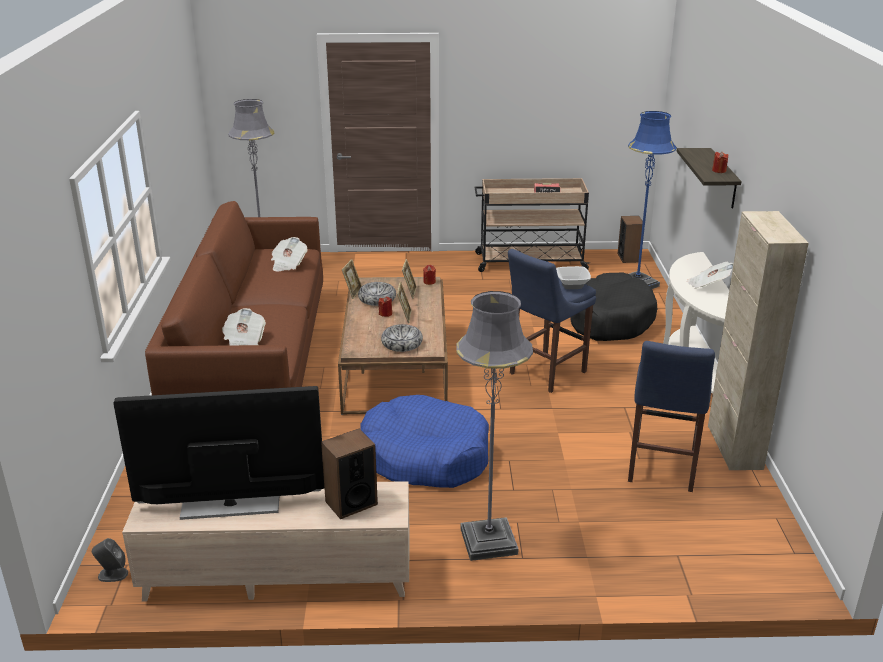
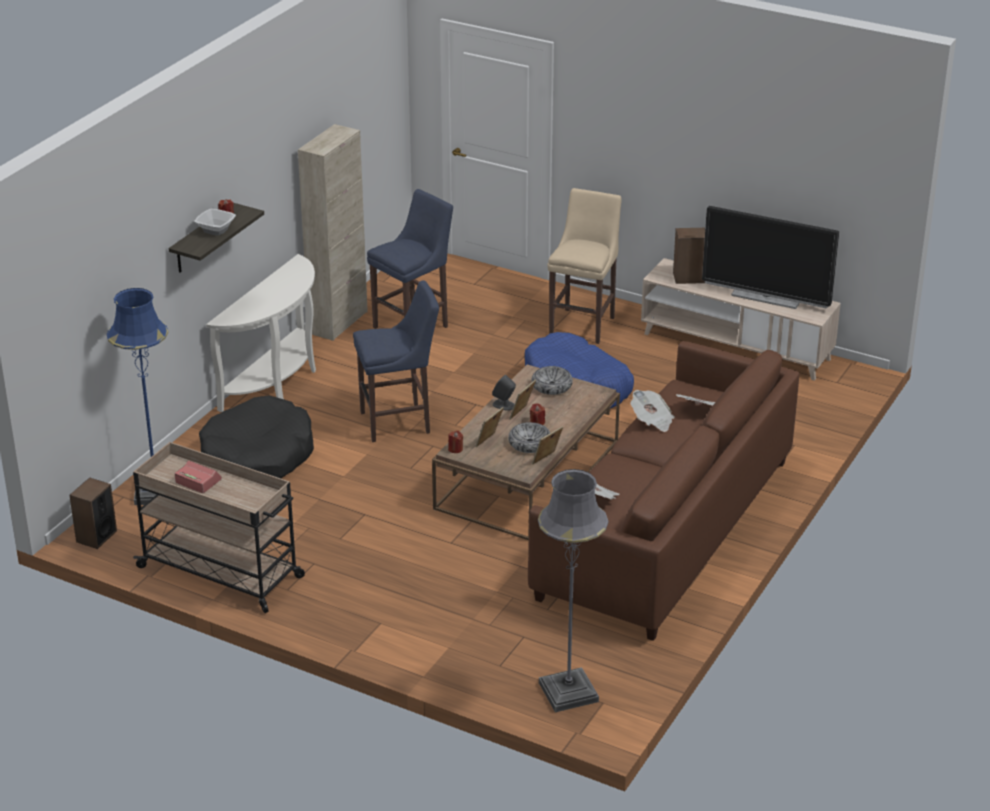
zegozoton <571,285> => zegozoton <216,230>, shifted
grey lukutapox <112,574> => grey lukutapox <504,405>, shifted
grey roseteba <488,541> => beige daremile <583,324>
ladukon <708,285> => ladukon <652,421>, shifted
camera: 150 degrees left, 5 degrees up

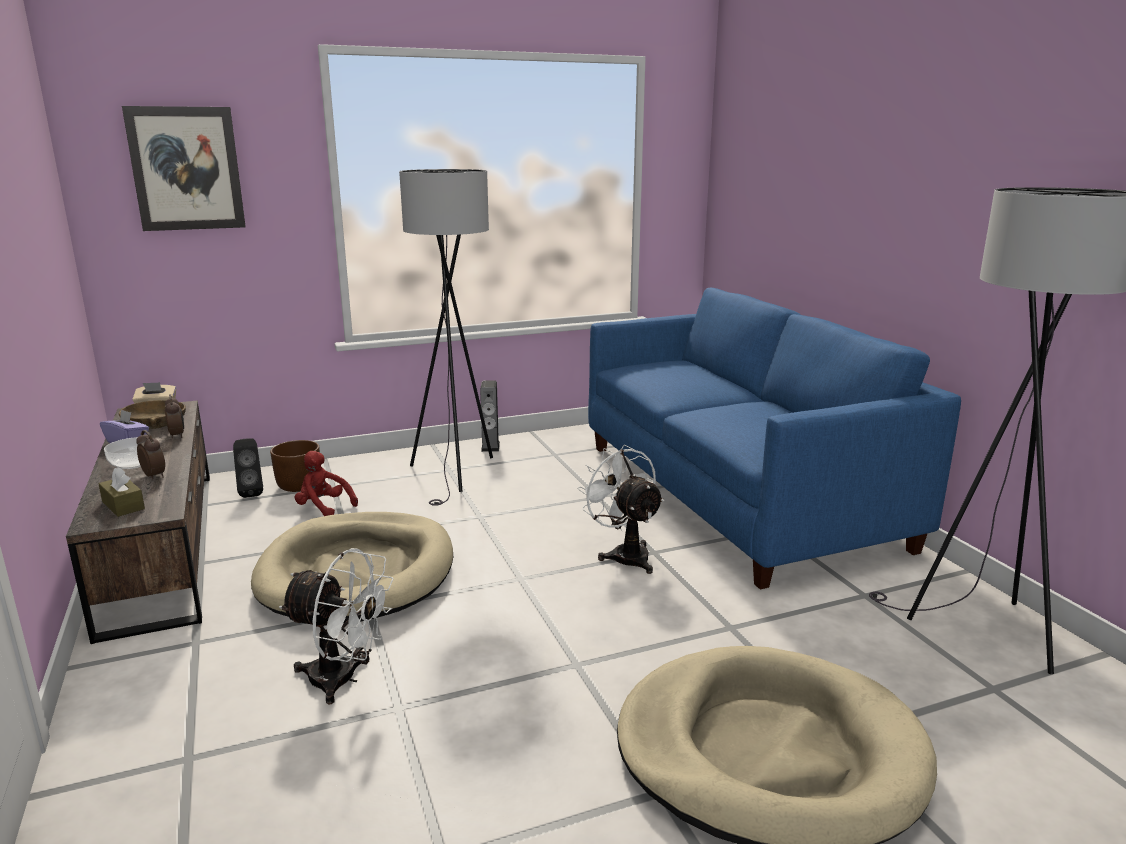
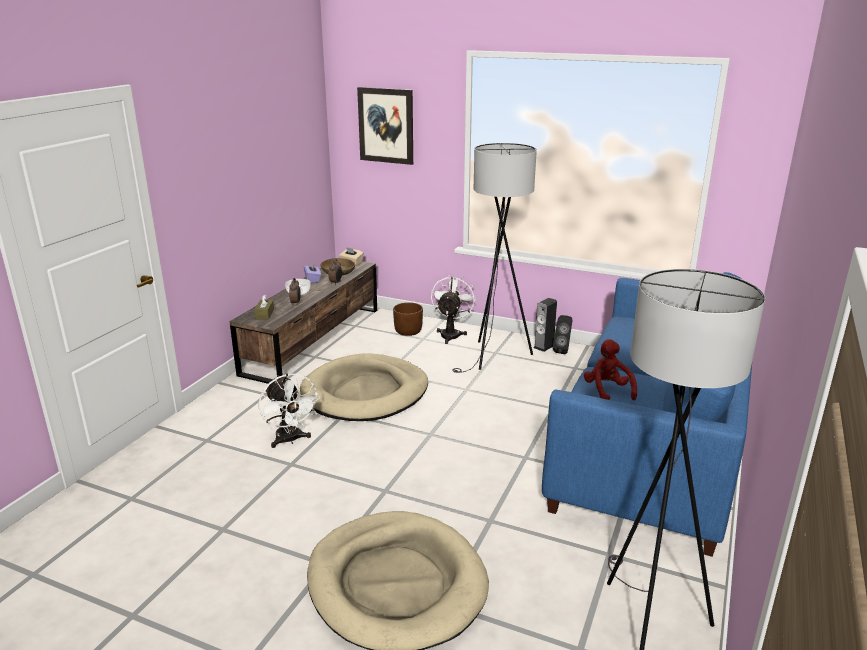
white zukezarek <624,554> => white zukezarek <451,334>, shifted
black lukutapox <251,492> => black lukutapox <562,350>, shifted
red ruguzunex <323,508> => red ruguzunex <607,391>, shifted
camera: 45 degrees right, 5 degrees up

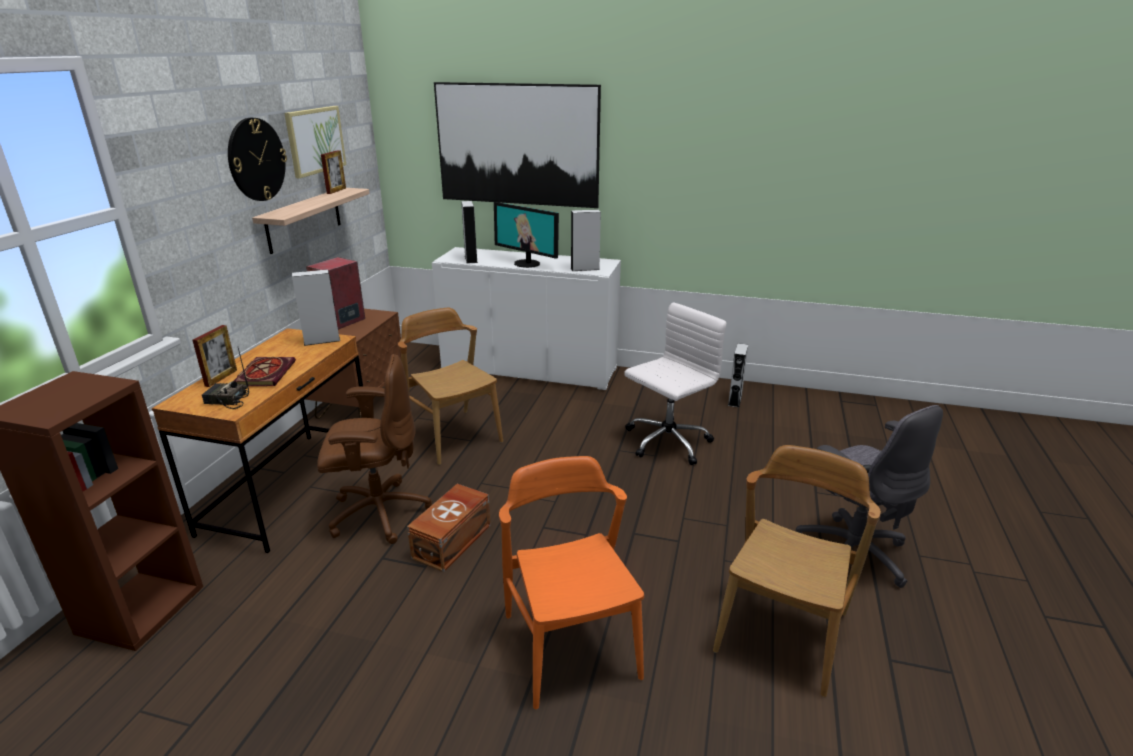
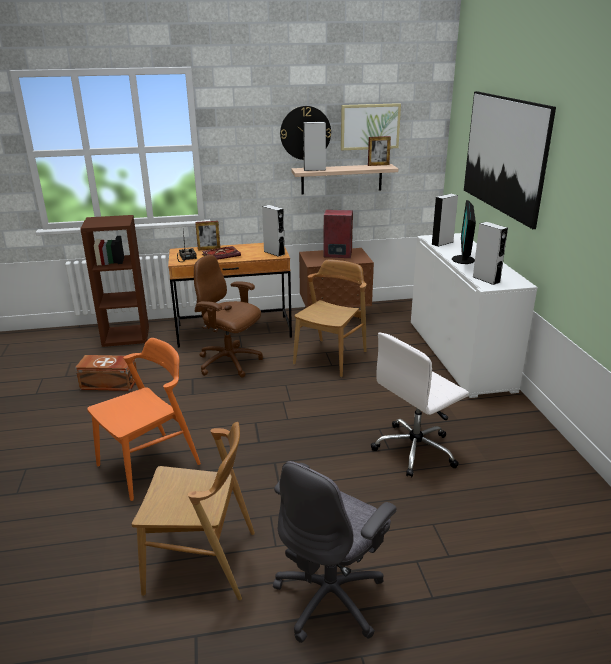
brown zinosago <453,541> => brown zinosago <109,383>, shifted
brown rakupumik <378,513> => brown rakupumik <230,363>, 150 degrees clockwise
grey lukutapox <735,400> => grey lukutapox <314,169>, shifted
white rakupumik <666,442> => white rakupumik <416,450>, 120 degrees clockwise
camera: 65 degrees right, 0 degrees up

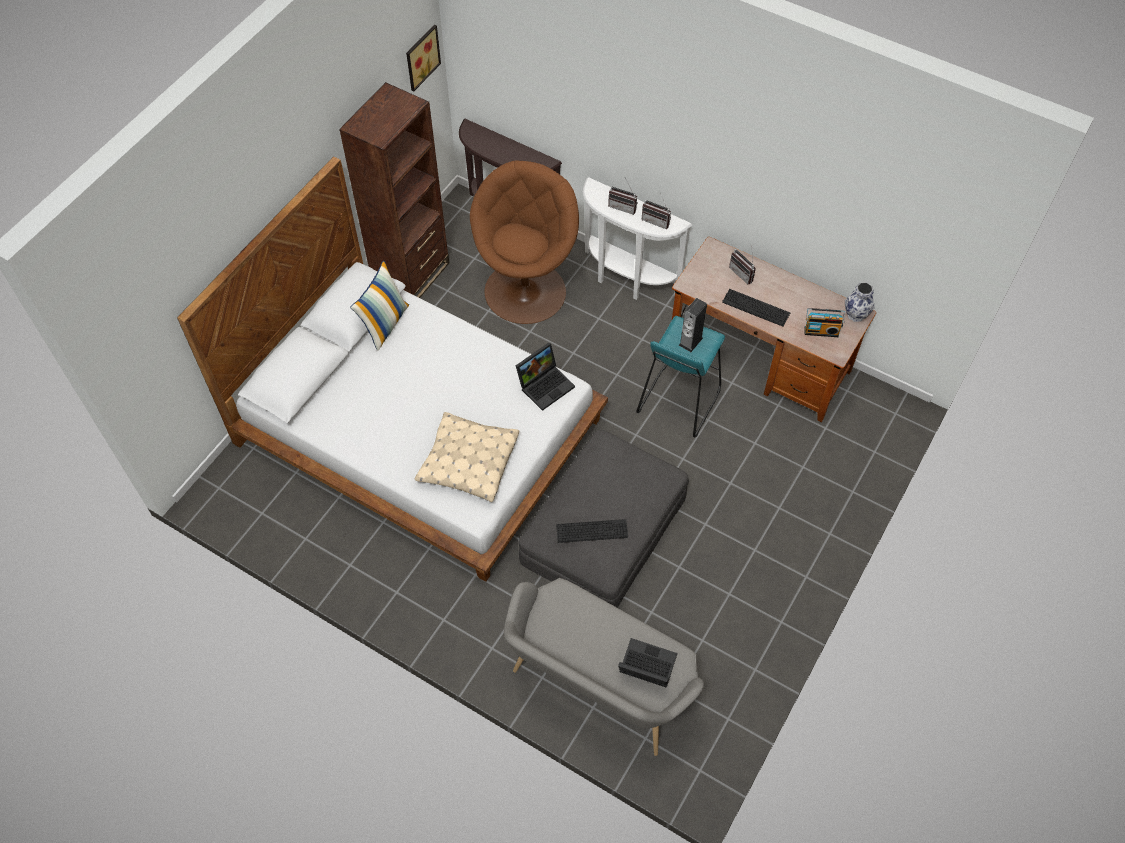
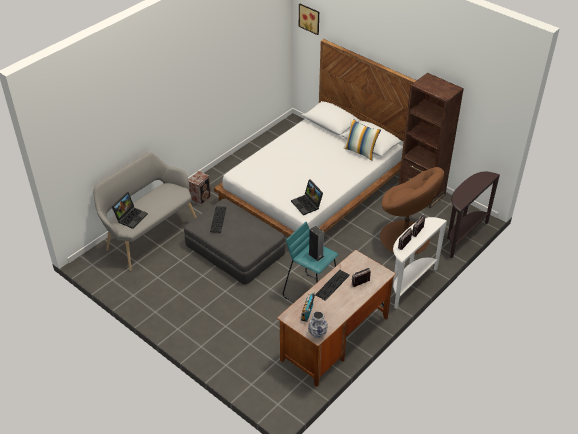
nothing => lukutapox <201,198>
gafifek <421,57> => gafifek <310,18>, shifted
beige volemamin <468,462> => nothing
camera: 100 degrees right, 15 degrees down

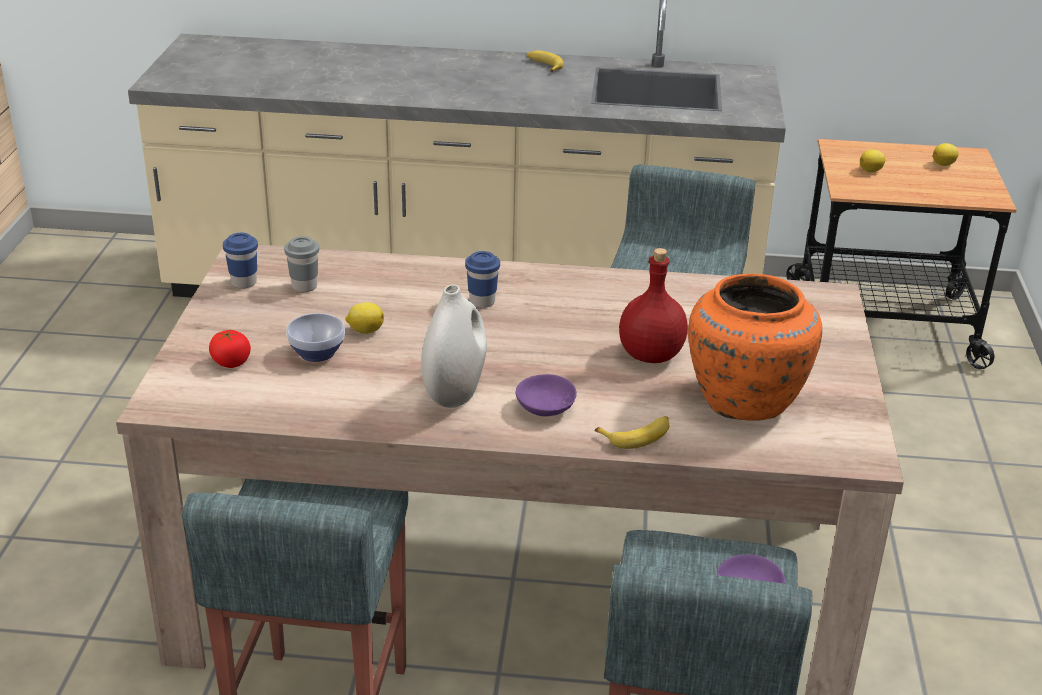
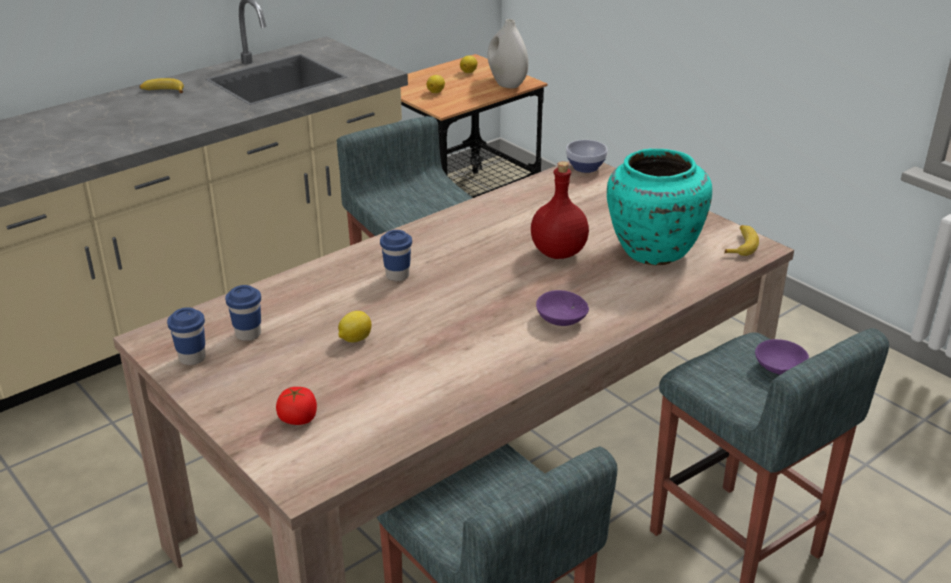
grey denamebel <304,286> => blue denamebel <248,334>
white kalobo <454,392> => white kalobo <507,83>, shifted
zegozoton <319,353> => zegozoton <586,167>, shifted
orange kalobo <746,400> => turquoise kalobo <652,250>
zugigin <637,436> => zugigin <741,245>, shifted
camera: 45 degrees left, 0 degrees up

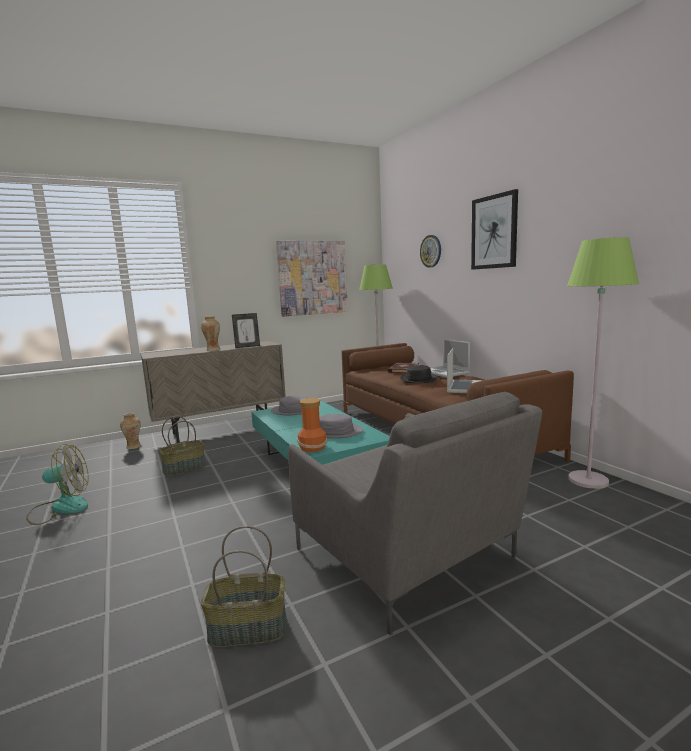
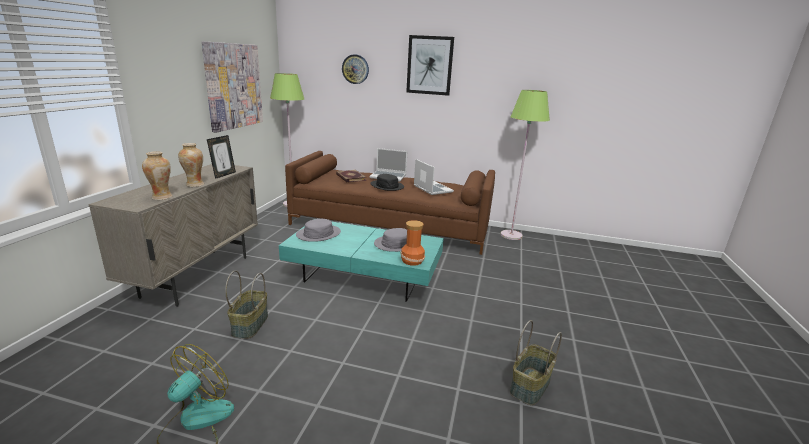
kalobo <133,447> => kalobo <161,197>, shifted
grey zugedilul <408,557> => nothing
camera: 50 degrees left, 10 degrees up

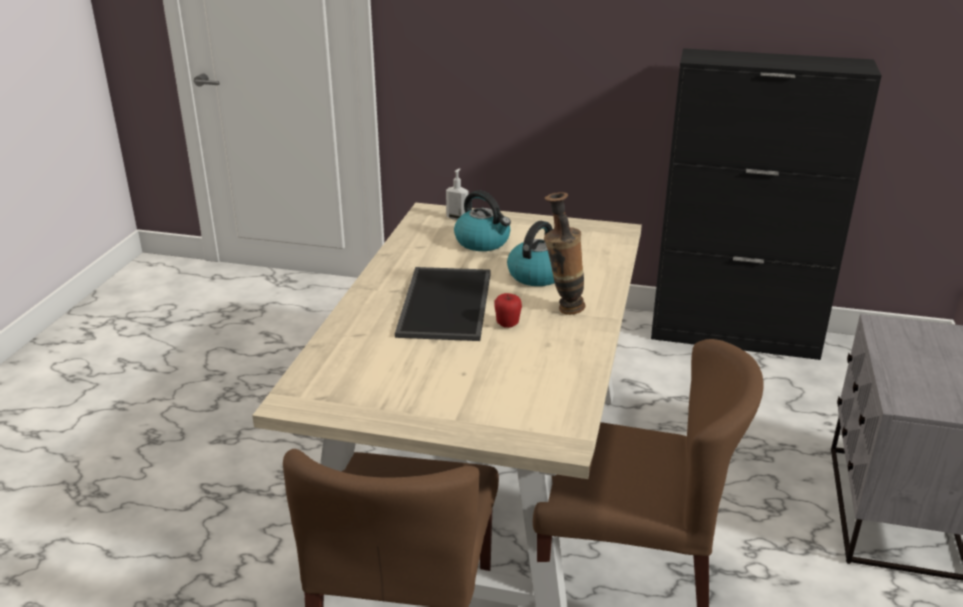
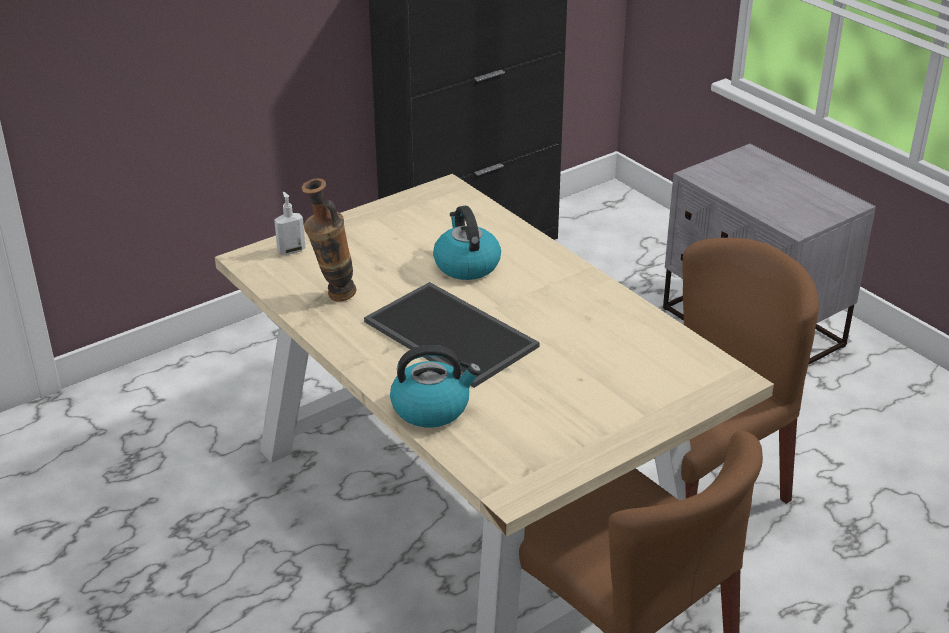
kalobo <562,308> => kalobo <333,297>, shifted
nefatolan <483,242> => nefatolan <432,408>, shifted
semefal <507,325> => nothing
camera: 50 degrees left, 5 degrees up

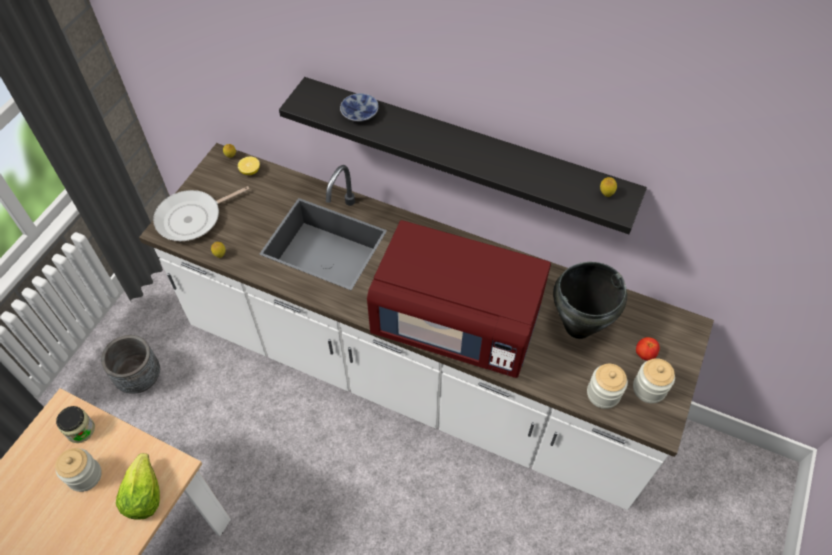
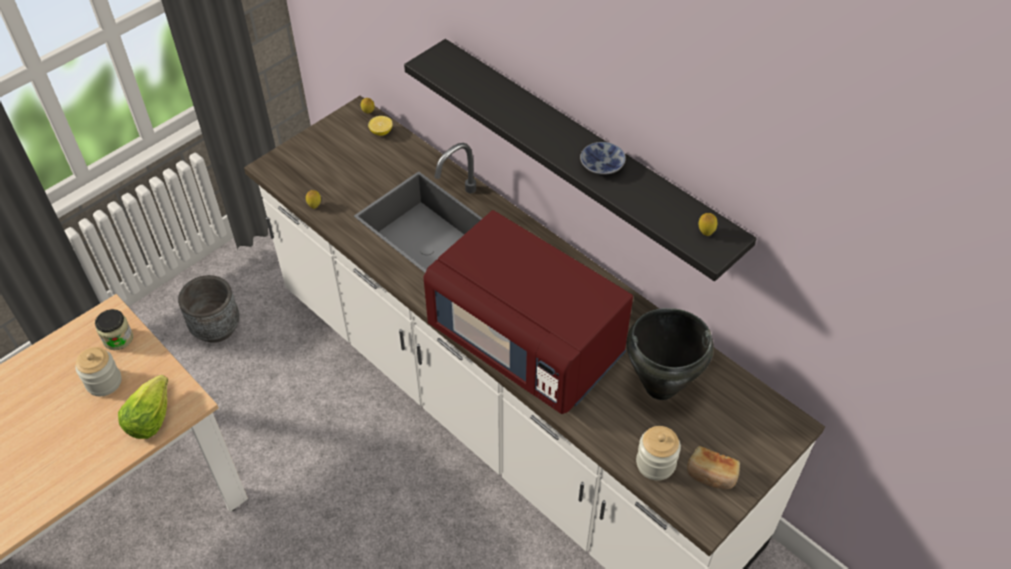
zegozoton <360,112> => zegozoton <603,164>, shifted
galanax <649,388> => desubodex <711,475>
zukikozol <193,218> => nothing
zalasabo <644,354> => nothing
camera: 20 degrees right, 5 degrees down

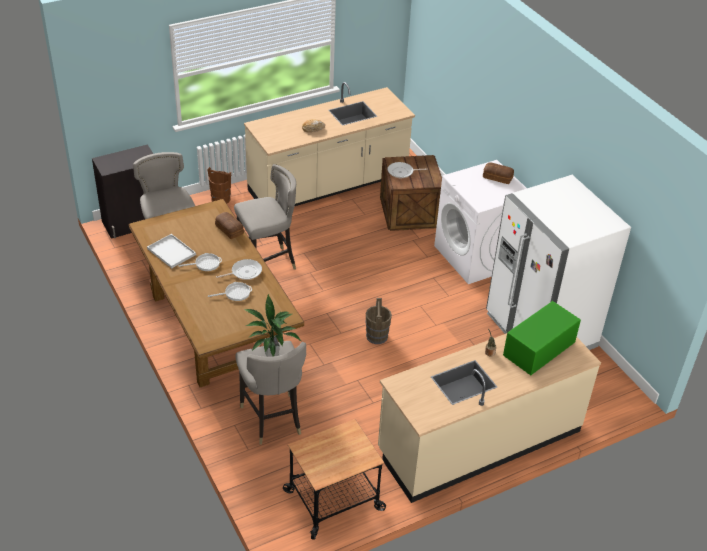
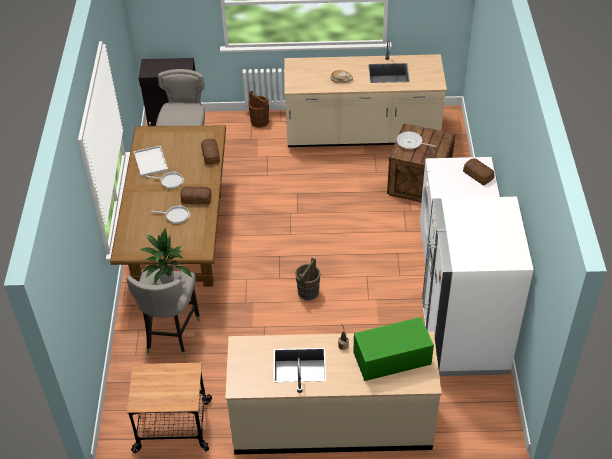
zukikozol <244,272> => desubodex <196,198>
grey daremile <268,264> => nothing
camera: 30 degrees right, 5 degrees up

